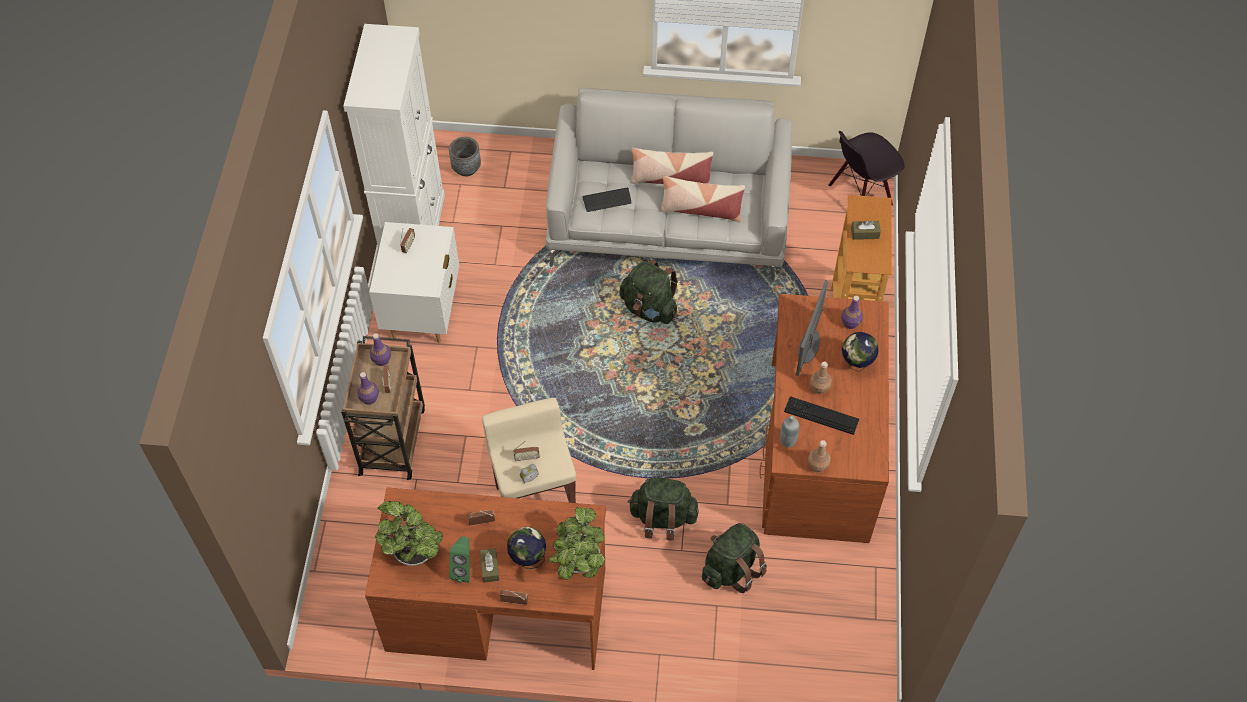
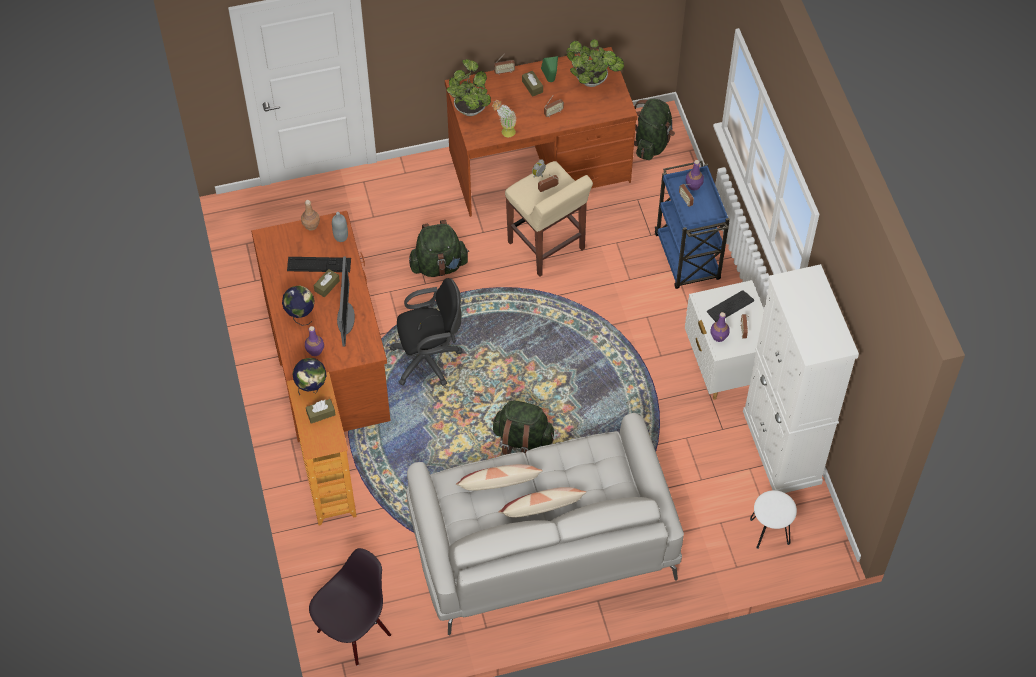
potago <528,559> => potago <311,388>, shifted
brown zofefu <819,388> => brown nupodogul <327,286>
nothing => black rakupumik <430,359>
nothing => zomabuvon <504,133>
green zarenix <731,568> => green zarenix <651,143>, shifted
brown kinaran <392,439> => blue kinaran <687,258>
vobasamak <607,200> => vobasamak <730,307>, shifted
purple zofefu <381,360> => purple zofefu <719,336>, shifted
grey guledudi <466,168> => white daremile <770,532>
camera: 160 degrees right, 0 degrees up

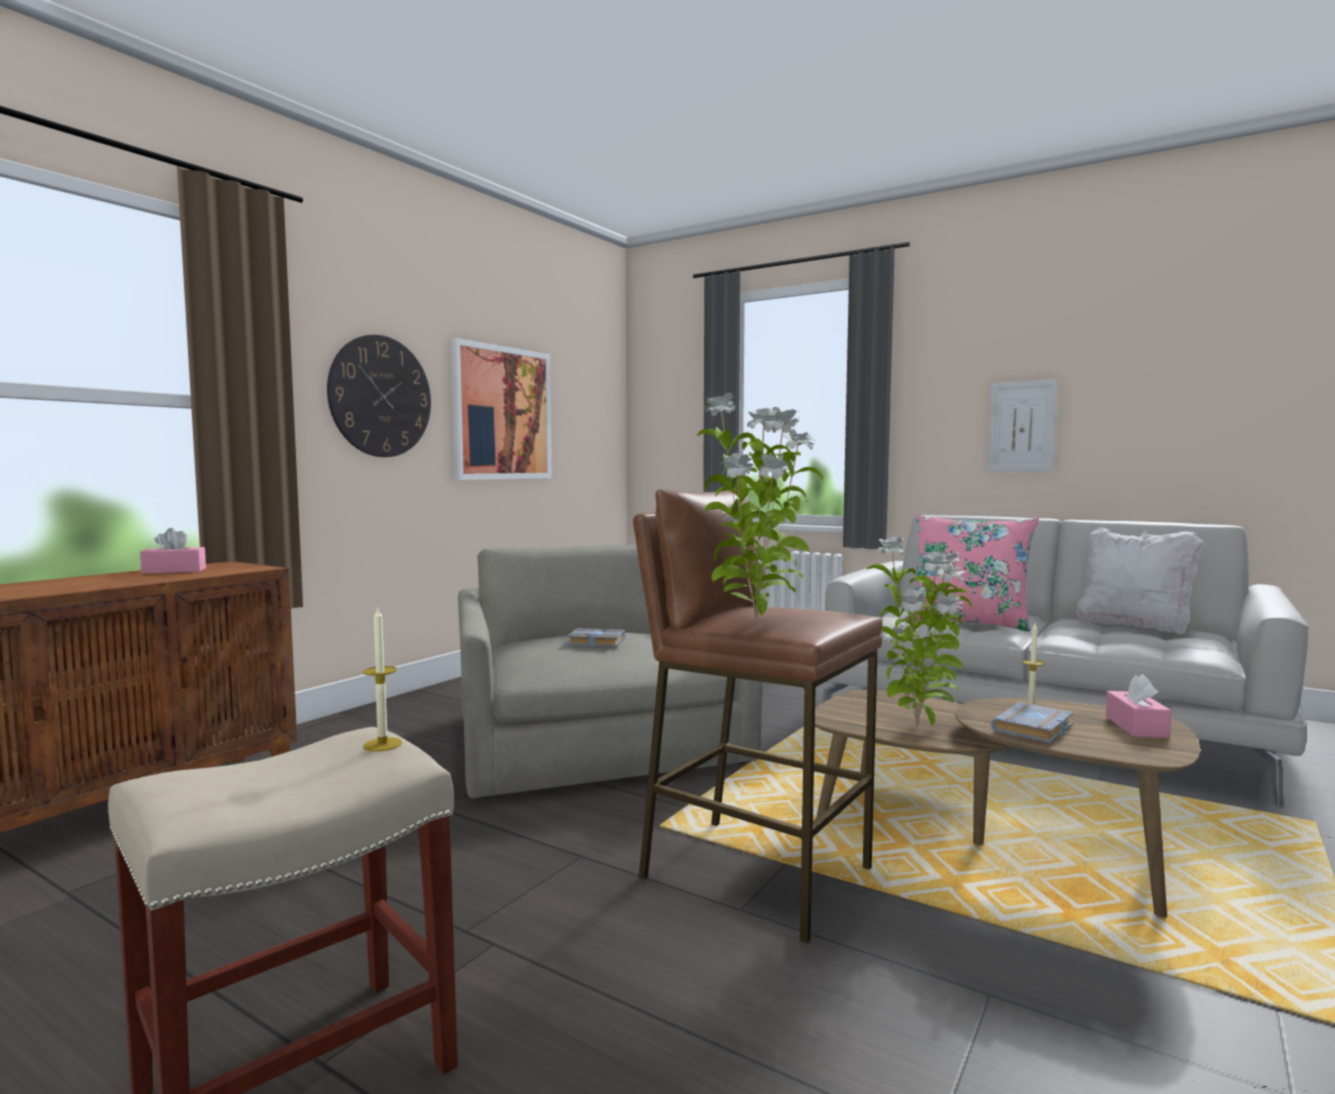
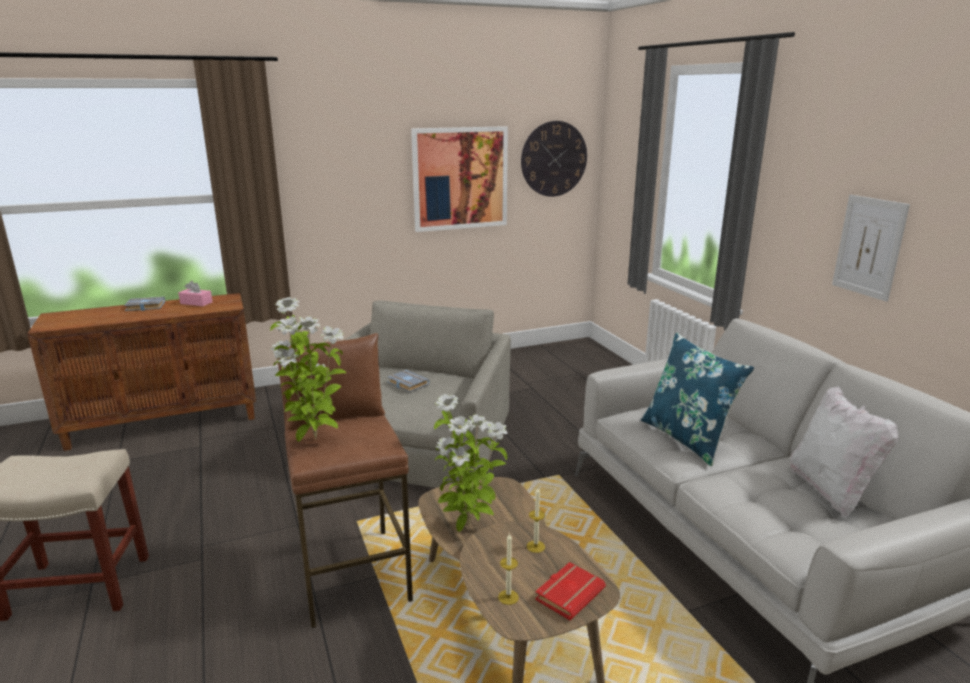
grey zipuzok <1034,730> => grey zipuzok <144,307>, shifted
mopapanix <382,744> => mopapanix <508,597>, shifted
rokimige <380,396> => rokimige <554,159>, shifted
pink nupodogul <1136,727> => red zipuzok <569,593>
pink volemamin <968,622> => blue volemamin <687,438>
camera: 35 degrees right, 15 degrees up

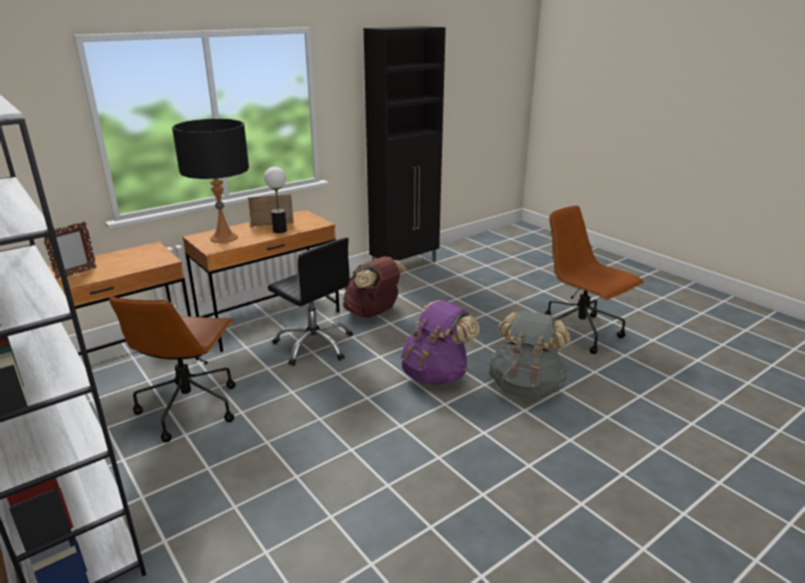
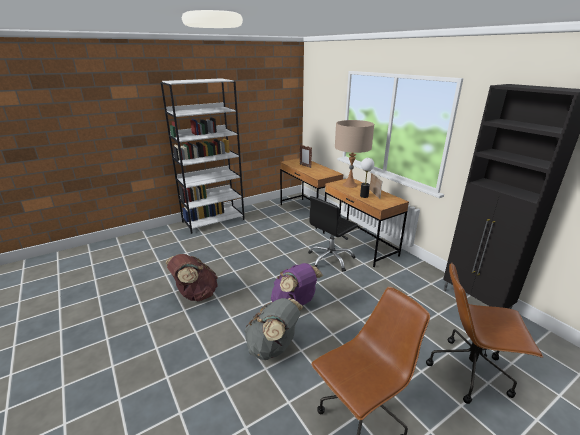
brown zarenix <373,313> => brown zarenix <195,295>, shifted
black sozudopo <224,238> => beige sozudopo <350,185>
brown rakupumik <190,407> => brown rakupumik <470,370>, shifted
camera: 95 degrees right, 0 degrees up

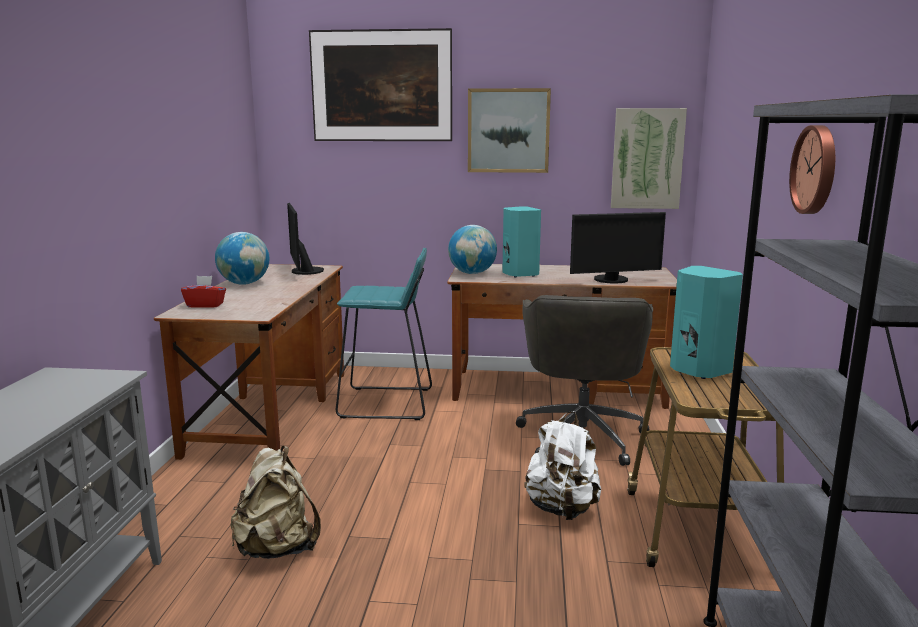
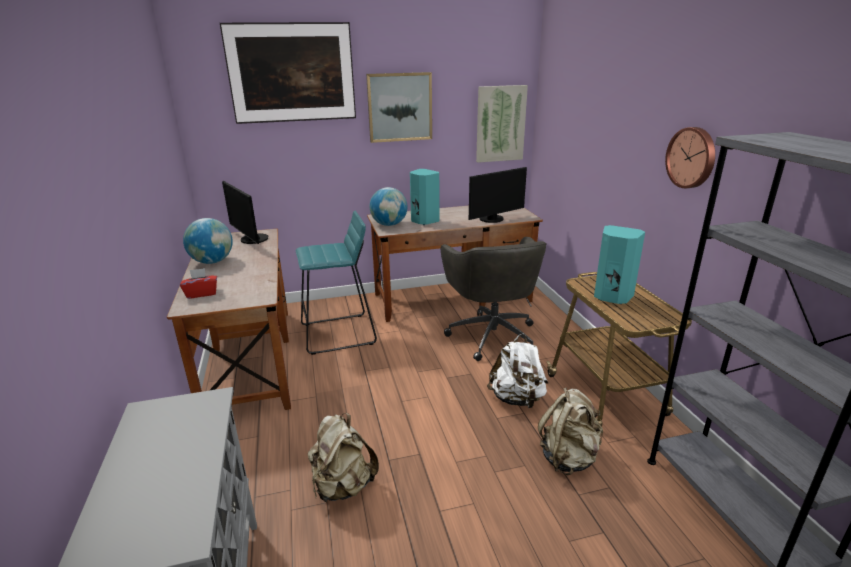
nothing => beige zarenix <568,457>
camera: 20 degrees left, 10 degrees up

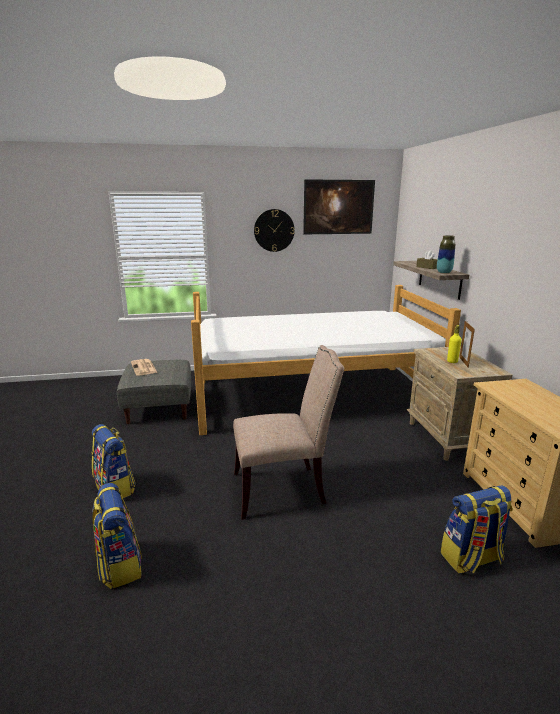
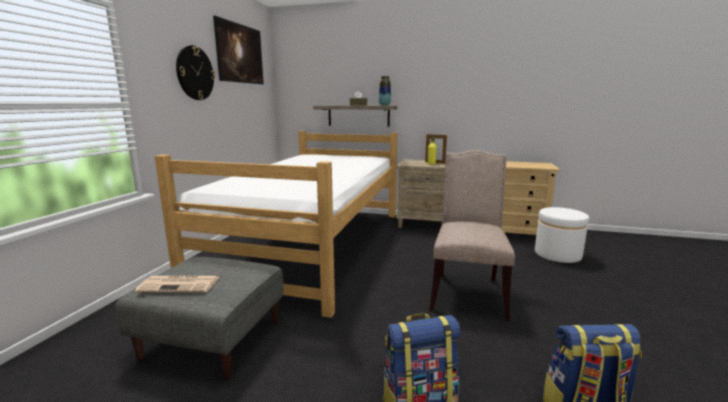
zarenix <471,558> => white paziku <557,254>
camera: 65 degrees left, 5 degrees down

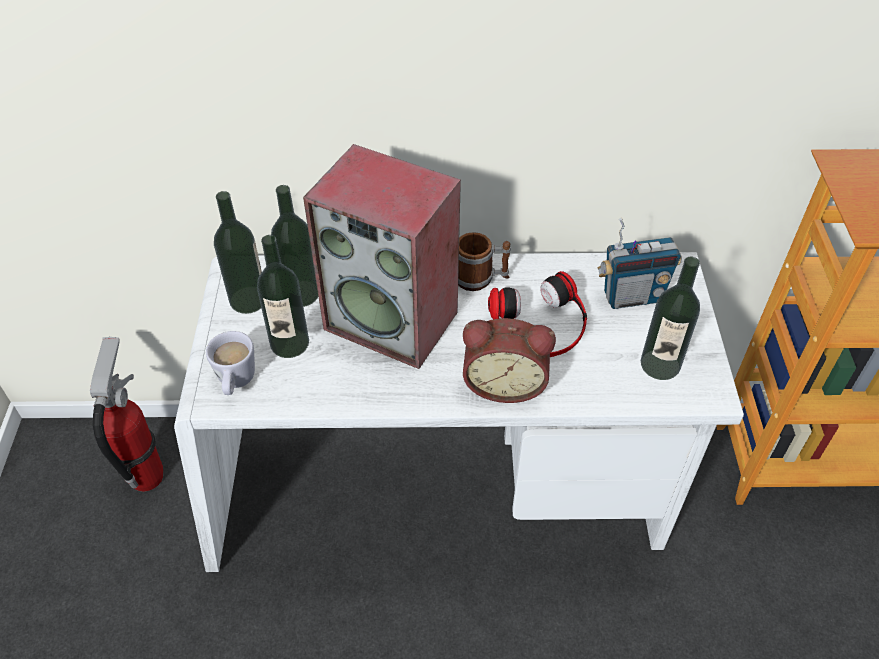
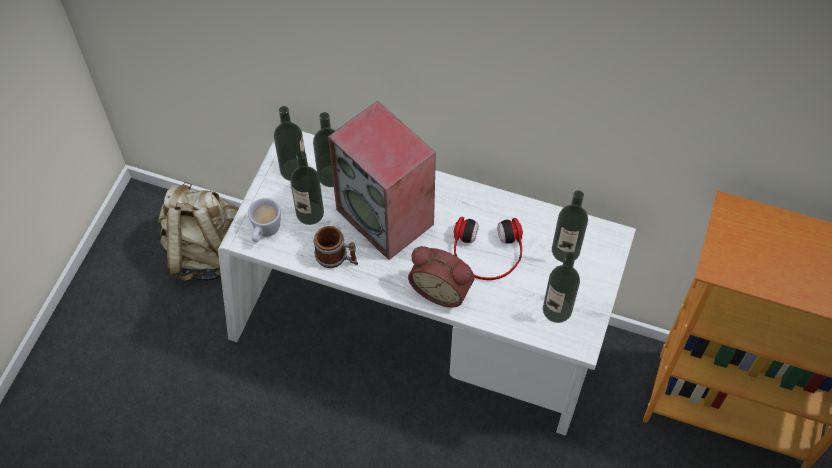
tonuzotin <147,476> => beige zarenix <208,253>
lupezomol <480,278> => lupezomol <337,258>, shifted
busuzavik <632,296> => zofefu <565,251>
camera: 20 degrees right, 10 degrees up

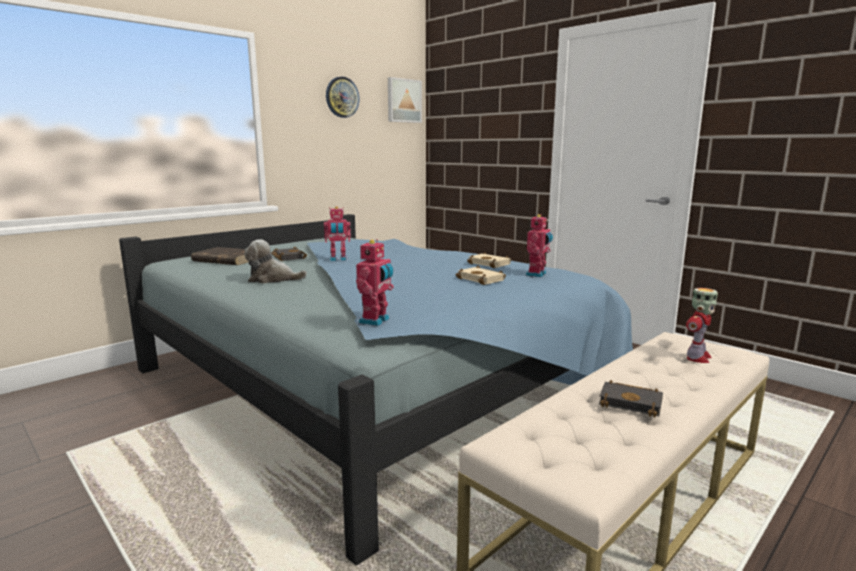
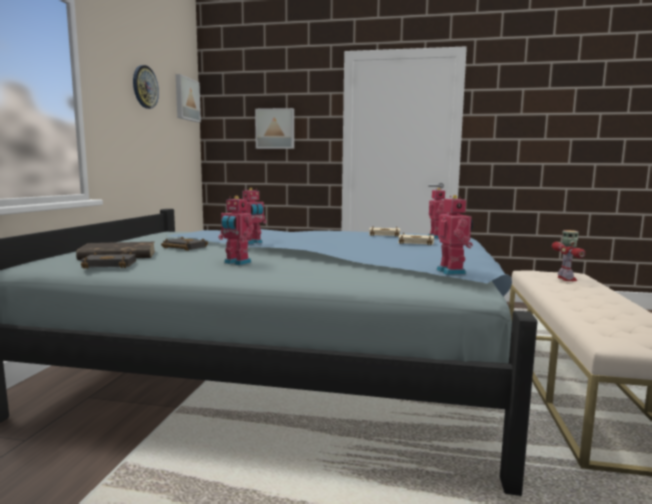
black zipuzok <632,403> => black zipuzok <111,265>, shifted
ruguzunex <272,279> => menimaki <236,263>
nothing => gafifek <275,129>
camera: 35 degrees left, 5 degrees down

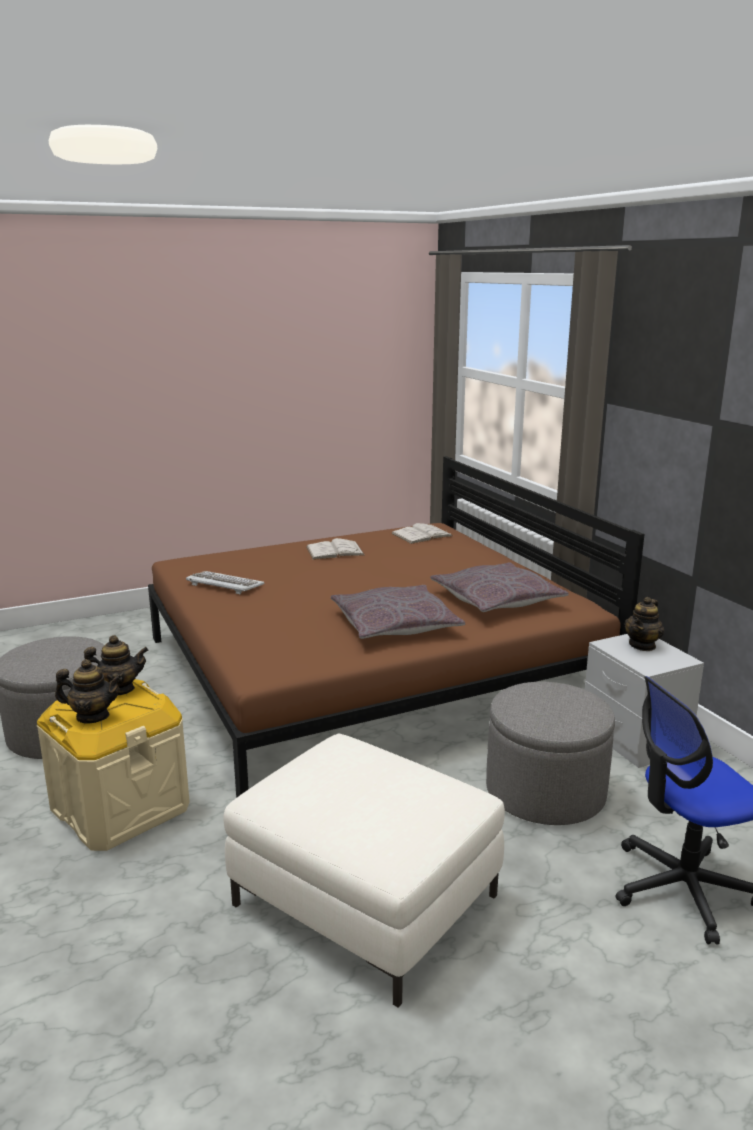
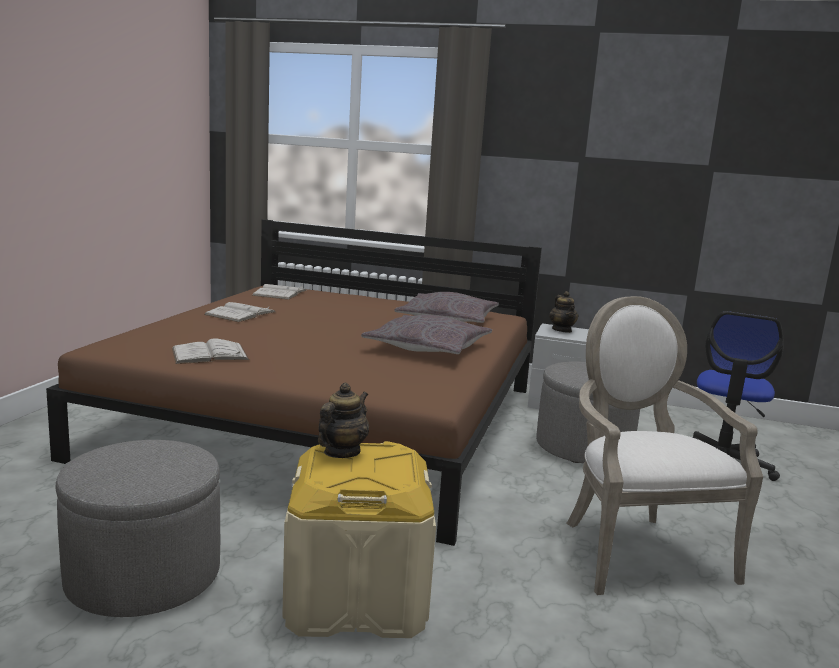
vobasamak <224,584> => white zipuzok <209,354>
white paziku <366,900> => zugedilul <636,549>
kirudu <92,716> => nothing
camera: 50 degrees left, 5 degrees down

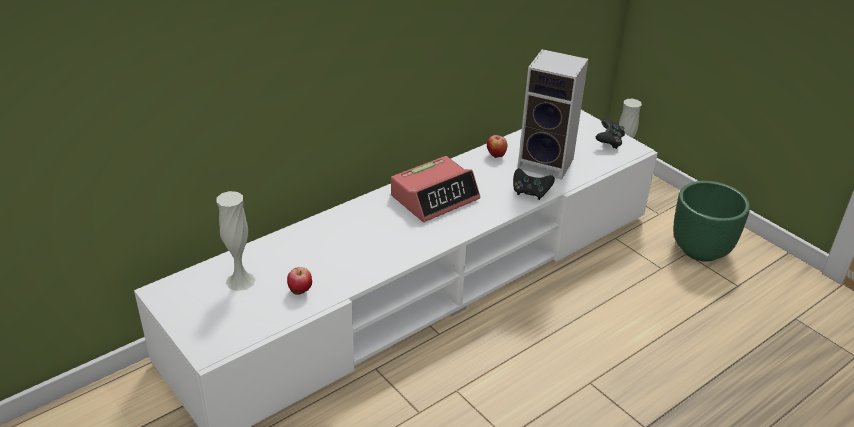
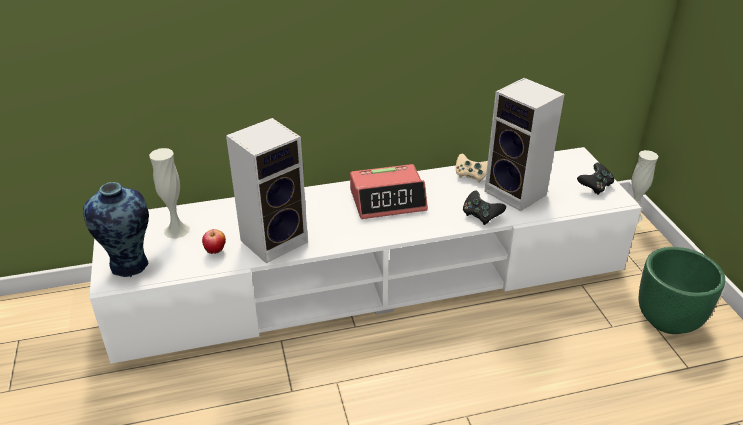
nothing => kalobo <130,266>
nothing => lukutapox <275,240>
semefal <496,155> => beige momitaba <472,175>
camera: 25 degrees right, 0 degrees up

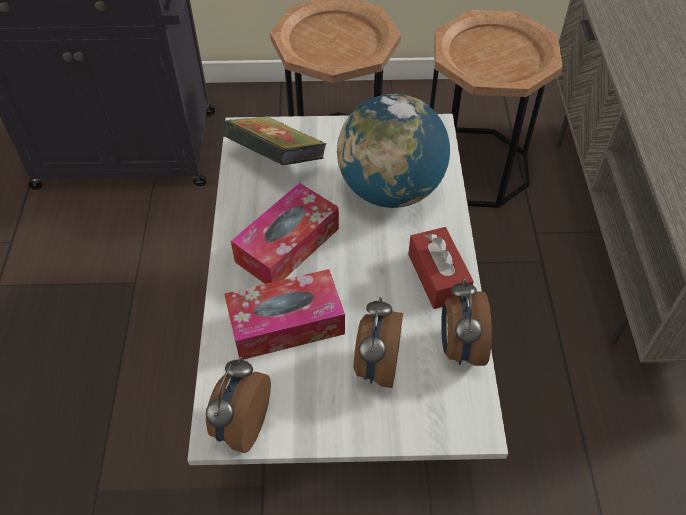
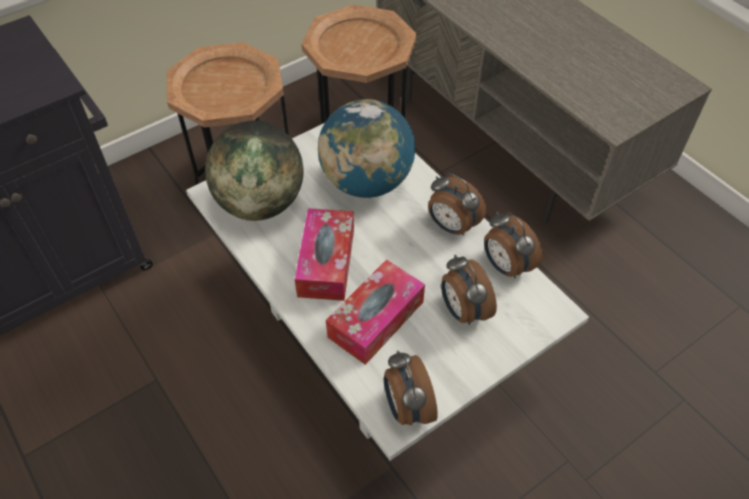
zipuzok <276,160> => potago <260,203>
red nupodogul <438,276> => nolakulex <451,226>
camera: 35 degrees left, 0 degrees up

